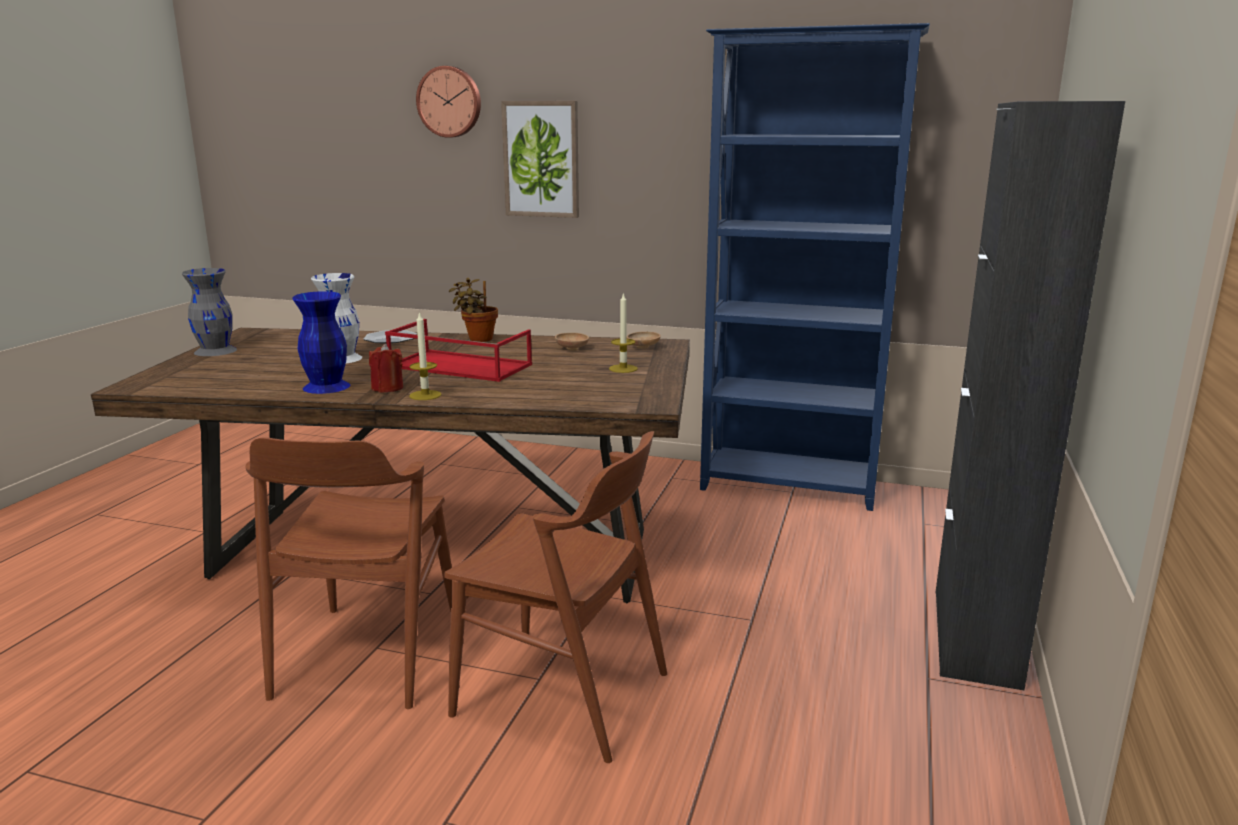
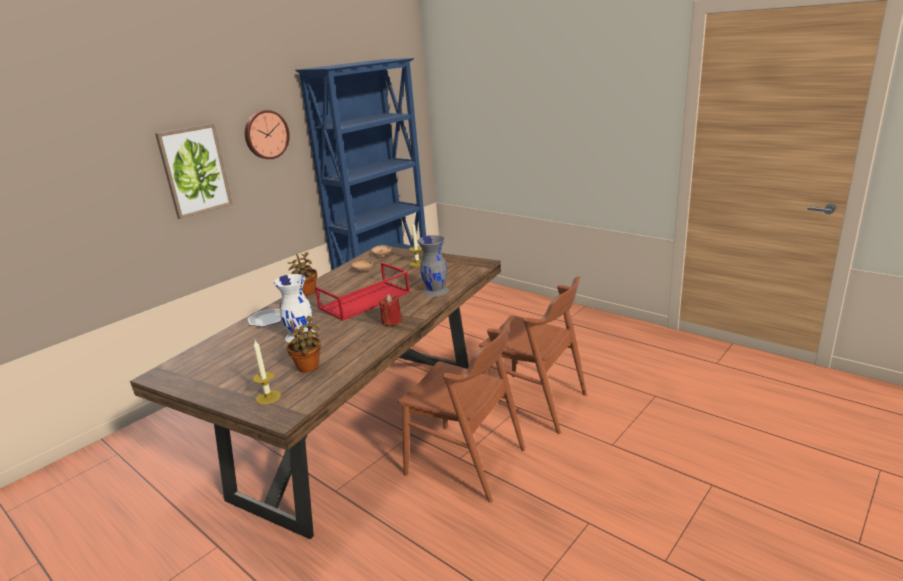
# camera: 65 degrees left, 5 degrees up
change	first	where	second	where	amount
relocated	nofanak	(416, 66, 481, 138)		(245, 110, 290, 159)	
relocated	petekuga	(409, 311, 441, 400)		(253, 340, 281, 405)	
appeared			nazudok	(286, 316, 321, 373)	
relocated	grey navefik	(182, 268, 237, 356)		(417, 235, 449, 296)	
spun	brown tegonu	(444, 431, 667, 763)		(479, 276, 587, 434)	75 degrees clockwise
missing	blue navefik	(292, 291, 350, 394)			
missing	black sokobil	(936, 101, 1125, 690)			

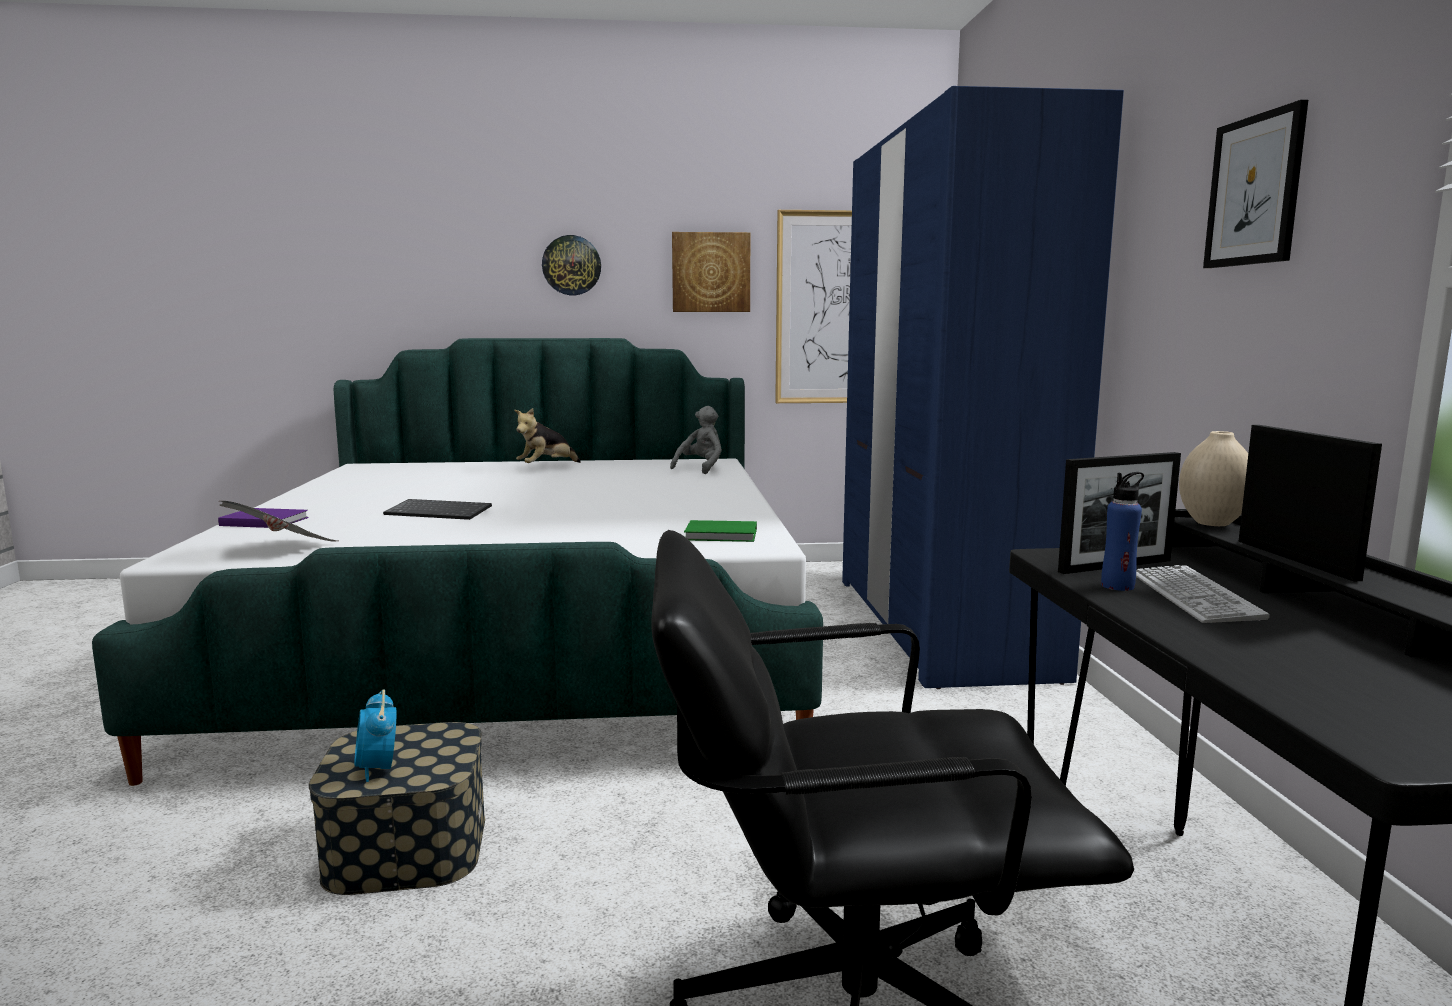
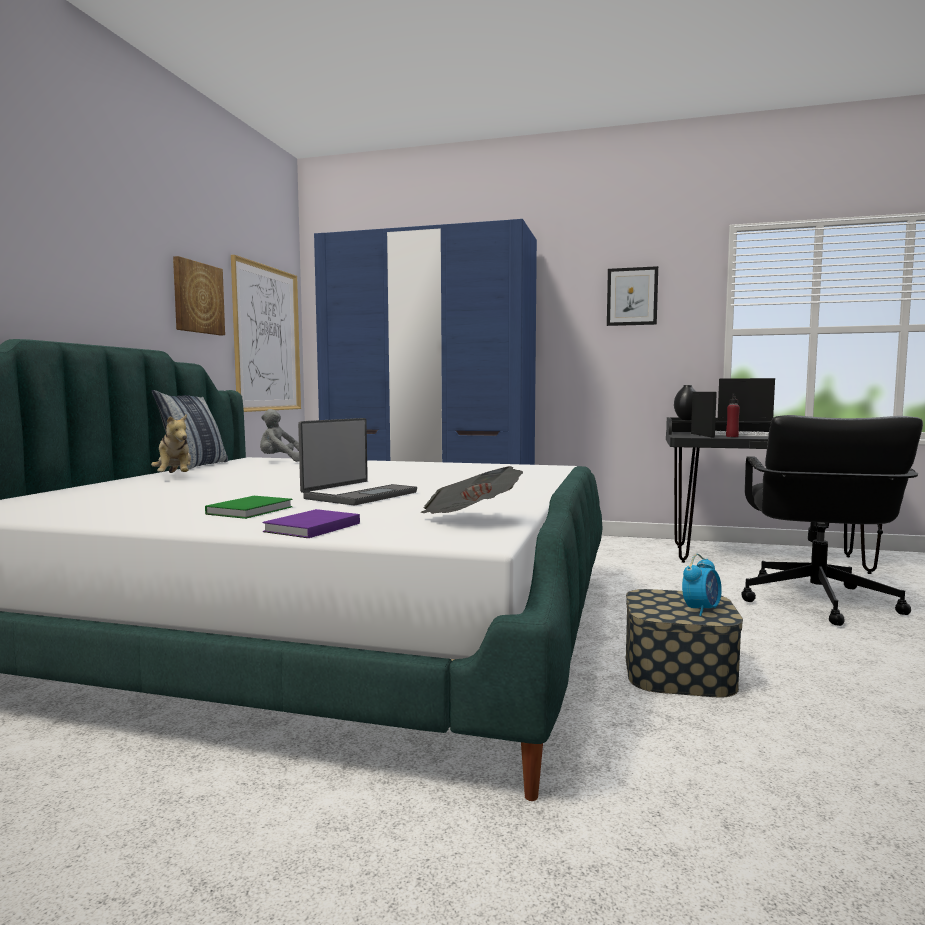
# camera: 70 degrees left, 5 degrees down
change	first	where	second	where	amount
appeared			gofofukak	(151, 390, 228, 469)	
relocated	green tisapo	(684, 520, 757, 542)		(205, 496, 293, 519)	
spun	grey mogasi	(670, 406, 722, 474)		(260, 409, 299, 462)	45 degrees counterclockwise
exchanged	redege	(383, 499, 492, 520)	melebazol	(298, 418, 417, 505)	
colour	beige navefik	(1179, 431, 1248, 526)	black navefik	(674, 385, 697, 420)	
spun	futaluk	(354, 689, 396, 782)		(682, 554, 722, 616)	45 degrees counterclockwise
colour	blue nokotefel	(1101, 472, 1144, 591)	red nokotefel	(726, 394, 740, 437)	
missing	nofanak	(542, 235, 601, 295)			

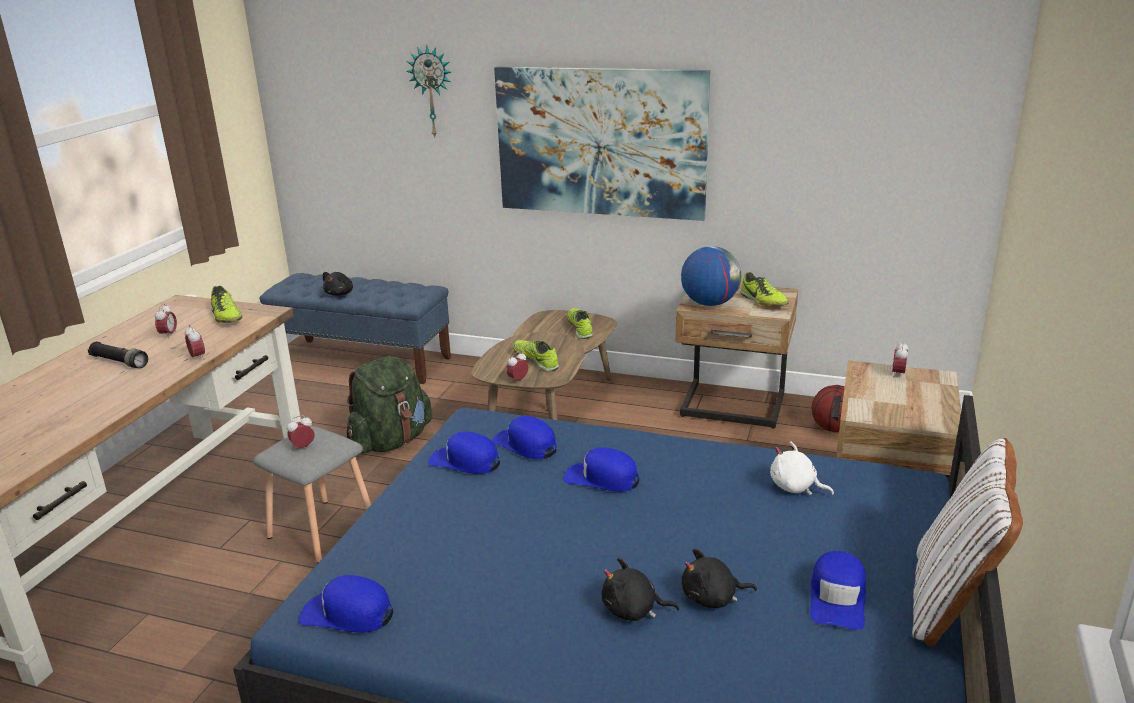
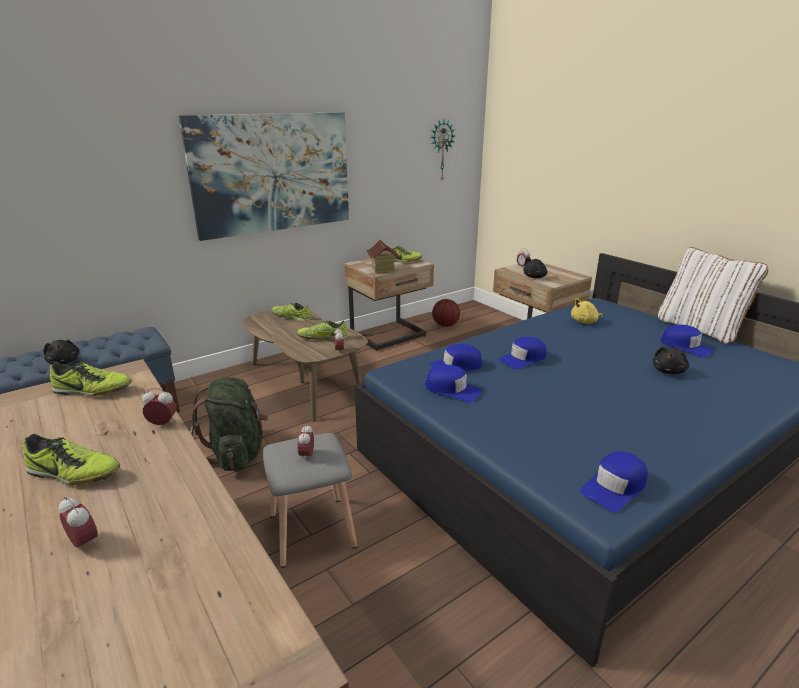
# camera: 55 degrees left, 0 degrees up
change	first	where	second	where	amount
exchanged	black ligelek	(88, 342, 148, 368)	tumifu	(23, 434, 120, 485)	
relocated	futaluk	(155, 303, 177, 339)		(58, 496, 98, 548)	
exchanged	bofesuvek	(681, 246, 741, 306)	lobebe	(366, 240, 400, 273)	
spun	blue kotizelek	(428, 431, 500, 474)		(425, 365, 482, 403)	120 degrees counterclockwise
relocated	nofanak	(406, 45, 451, 137)		(431, 120, 455, 180)	
relocated	black mogasi	(602, 558, 680, 621)		(523, 257, 548, 278)	
colour	white mogasi	(770, 441, 834, 495)	yellow mogasi	(571, 298, 603, 324)	

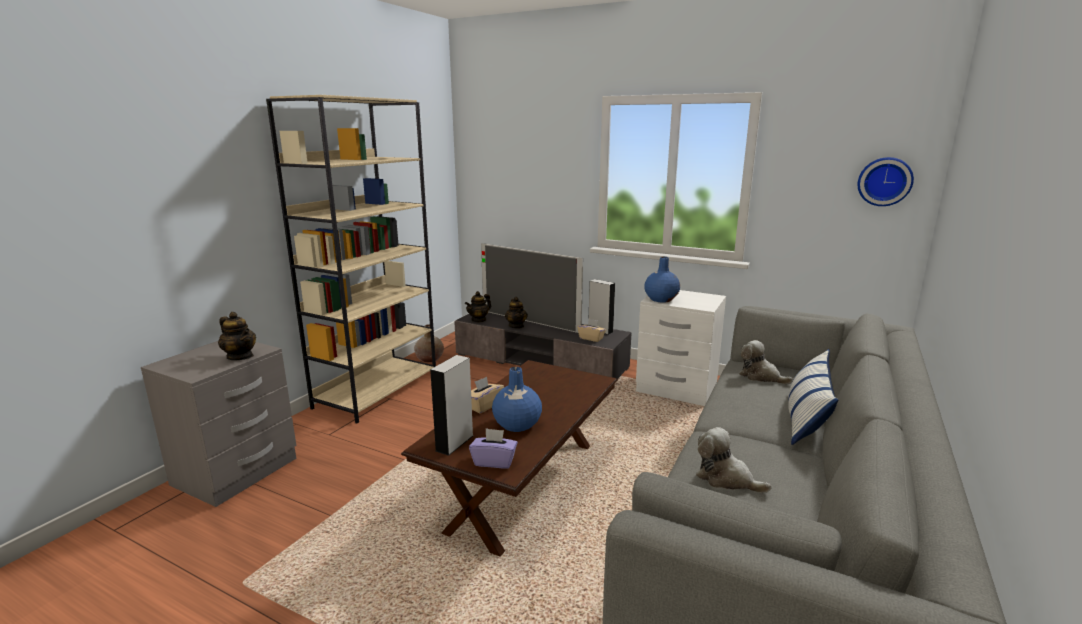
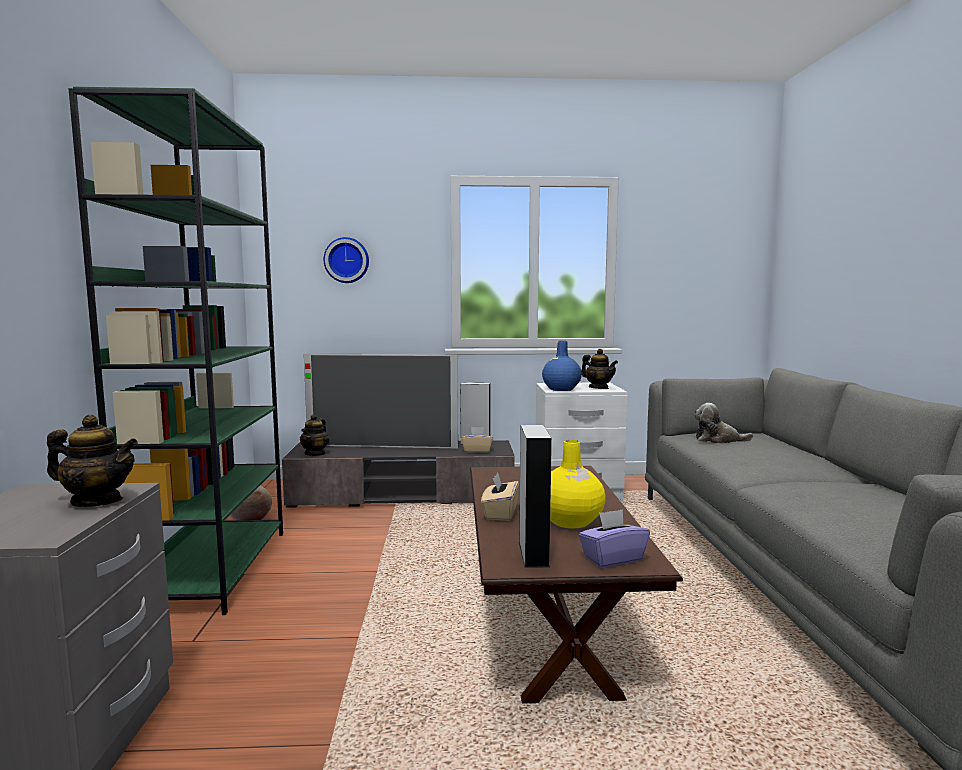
# camera: 30 degrees left, 10 degrees down
change	first	where	second	where	amount
colour	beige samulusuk	(266, 95, 436, 424)	green samulusuk	(69, 87, 283, 615)	
relocated	nofanak	(858, 157, 914, 206)		(324, 237, 369, 283)	
colour	blue navefik	(492, 367, 542, 432)	yellow navefik	(550, 440, 605, 528)	
relocated	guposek	(505, 297, 528, 329)		(581, 349, 618, 389)	
missing	mogasi	(696, 427, 771, 493)			
missing	gofofukak	(788, 349, 838, 445)			

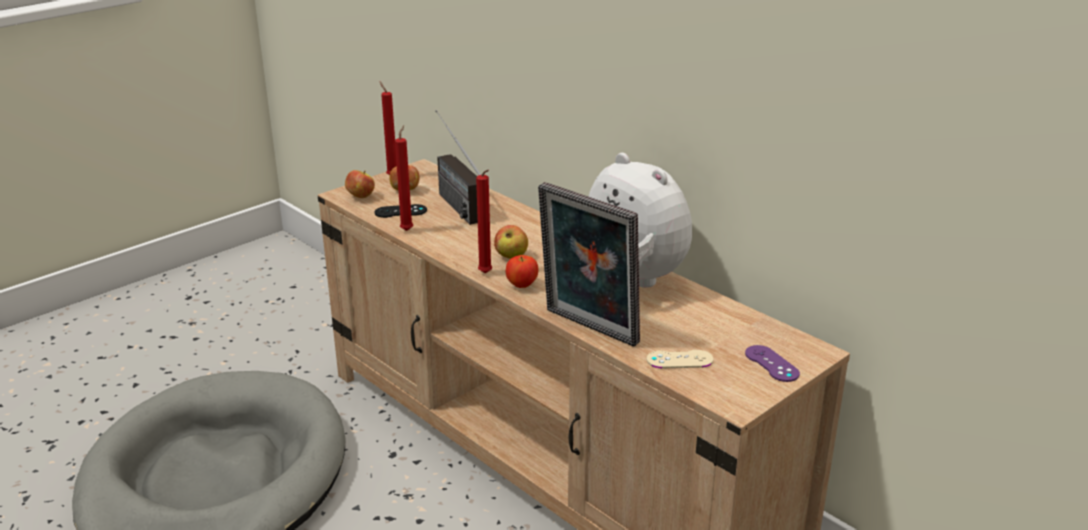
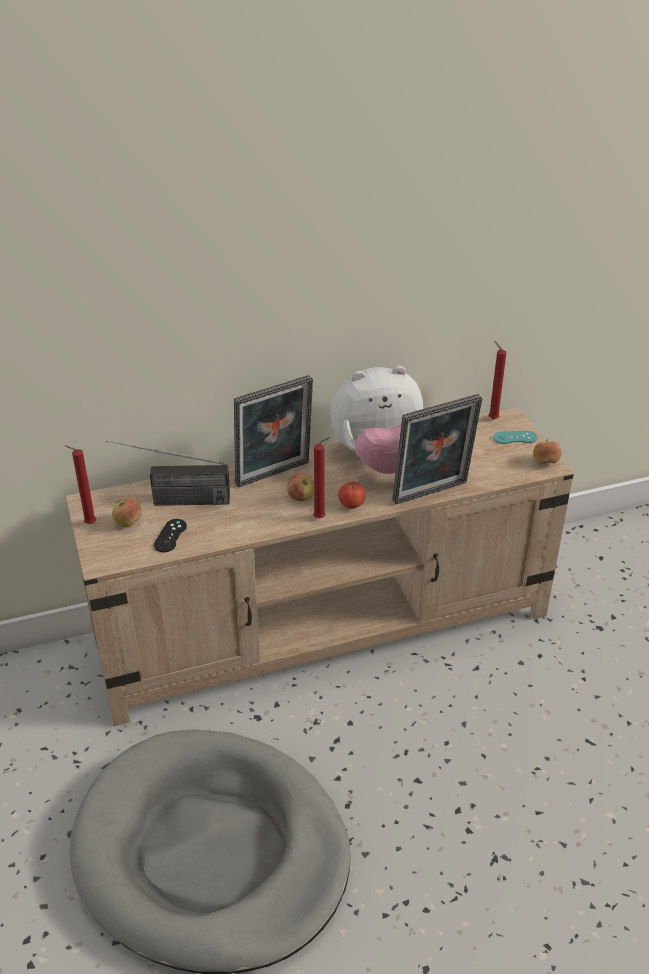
# camera: 65 degrees left, 10 degrees up
change	first	where	second	where	amount
appeared			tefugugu	(234, 375, 313, 487)	
relocated	red petekuga	(395, 125, 413, 231)		(489, 341, 506, 420)	
colour	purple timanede	(745, 345, 800, 382)	turquoise timanede	(493, 431, 538, 444)	
relocated	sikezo	(345, 170, 375, 198)		(533, 439, 562, 464)	
missing	beige timanede	(646, 350, 713, 369)			

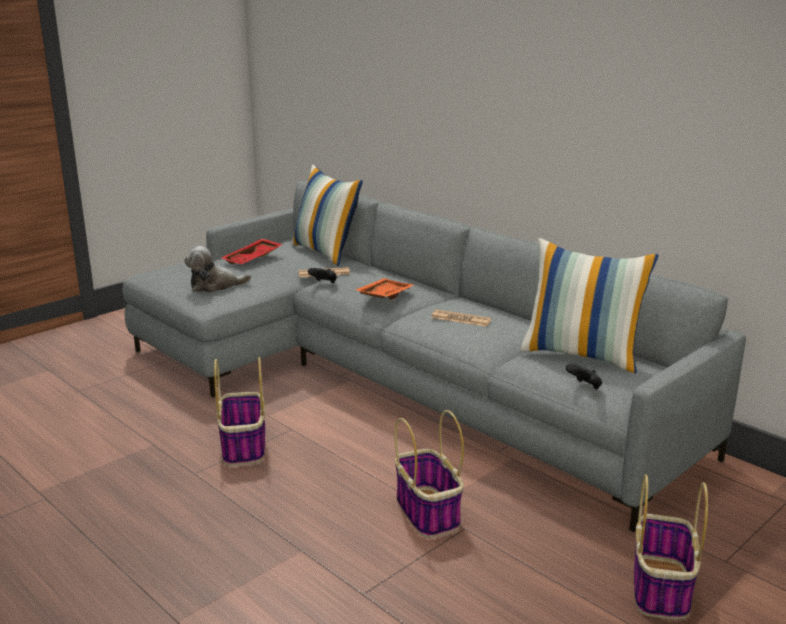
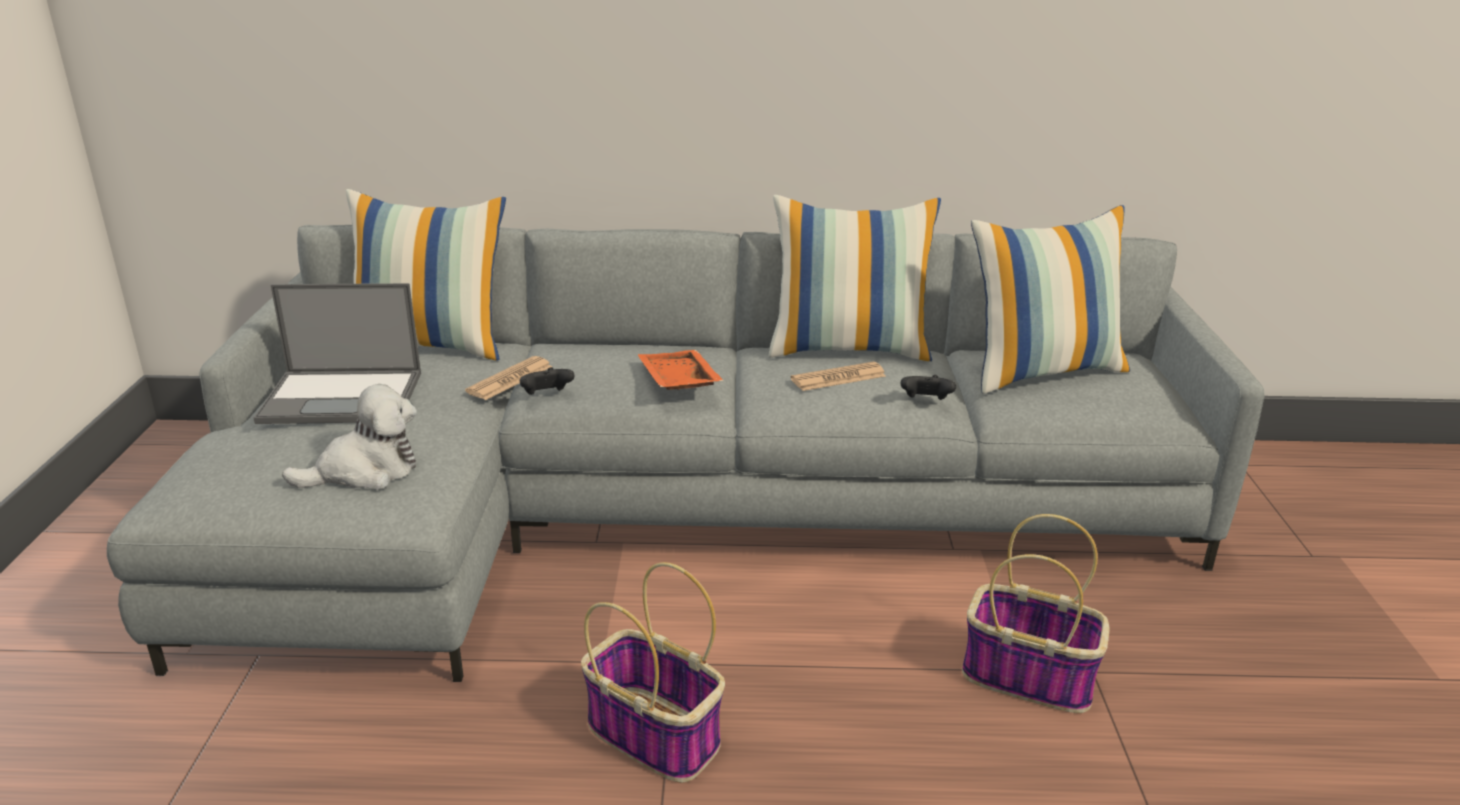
# camera: 45 degrees left, 5 degrees up
change	first	where	second	where	amount
exchanged	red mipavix	(222, 239, 283, 264)	melebazol	(254, 283, 421, 424)	
spun	mogasi	(184, 246, 251, 292)		(282, 384, 417, 490)	150 degrees counterclockwise
appeared			gofofukak	(769, 195, 941, 361)	
relocated	black timanede	(566, 364, 602, 389)		(900, 375, 956, 400)	
missing	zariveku	(634, 474, 708, 619)			

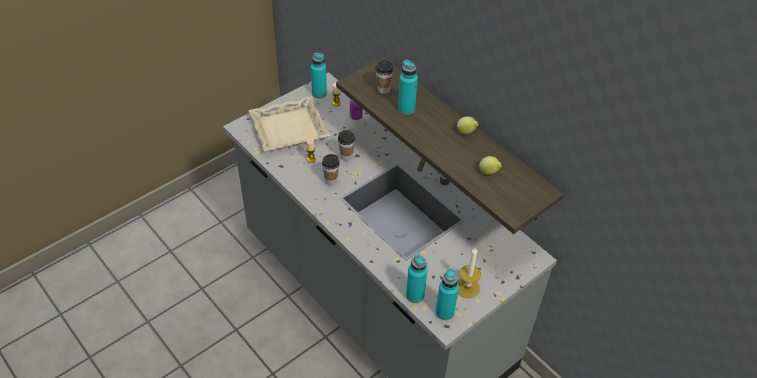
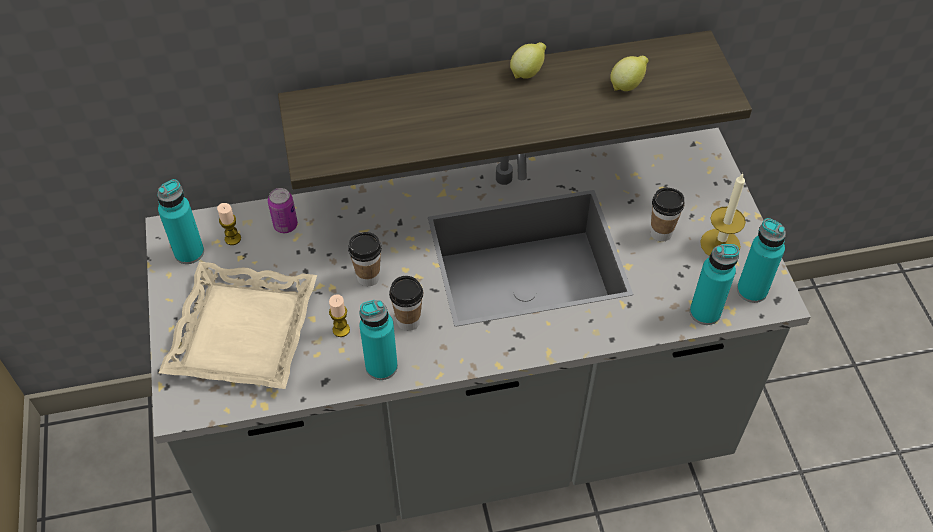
# camera: 60 degrees left, 5 degrees up
change	first	where	second	where	amount
relocated	turquoise nokotefel	(398, 60, 418, 115)		(359, 300, 398, 380)	
relocated	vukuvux	(375, 60, 394, 94)		(650, 188, 685, 242)	

